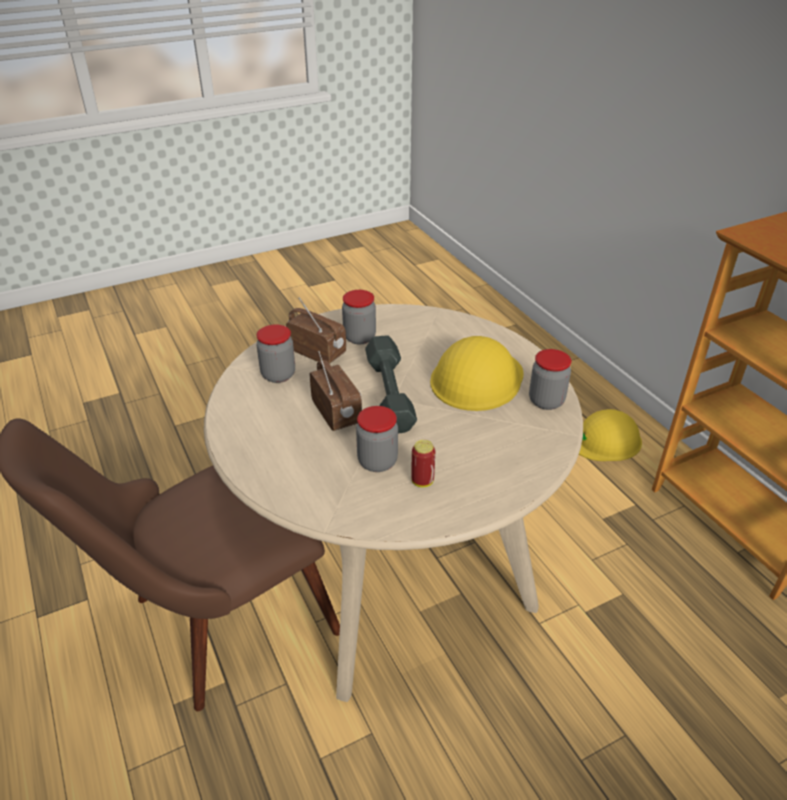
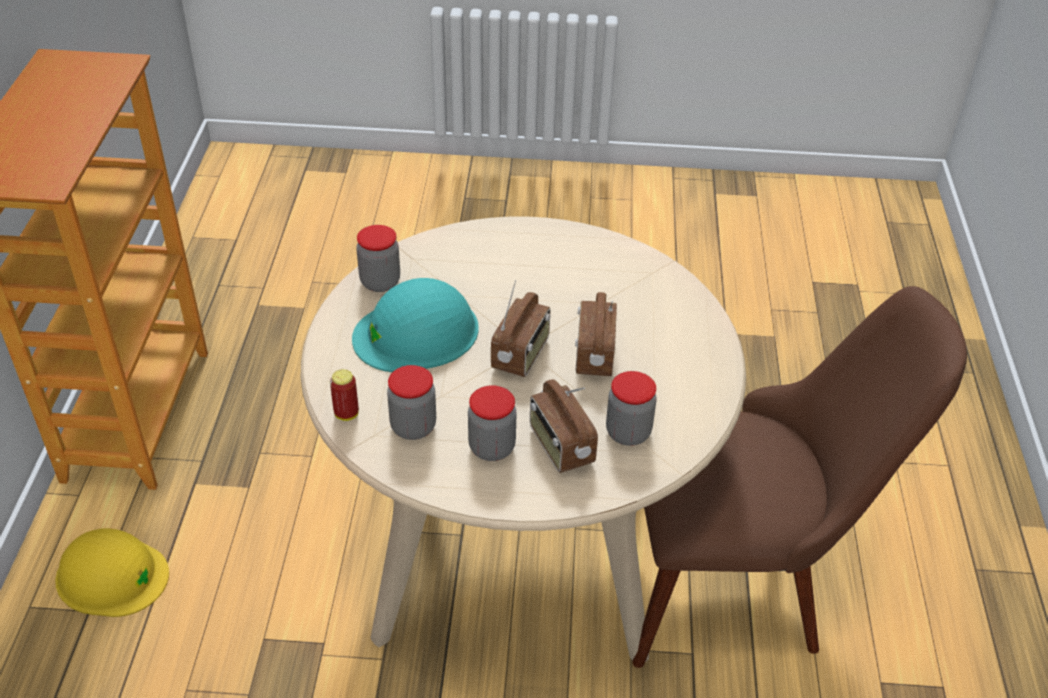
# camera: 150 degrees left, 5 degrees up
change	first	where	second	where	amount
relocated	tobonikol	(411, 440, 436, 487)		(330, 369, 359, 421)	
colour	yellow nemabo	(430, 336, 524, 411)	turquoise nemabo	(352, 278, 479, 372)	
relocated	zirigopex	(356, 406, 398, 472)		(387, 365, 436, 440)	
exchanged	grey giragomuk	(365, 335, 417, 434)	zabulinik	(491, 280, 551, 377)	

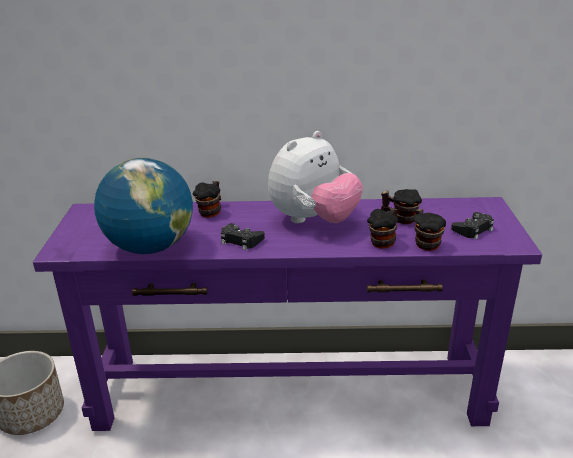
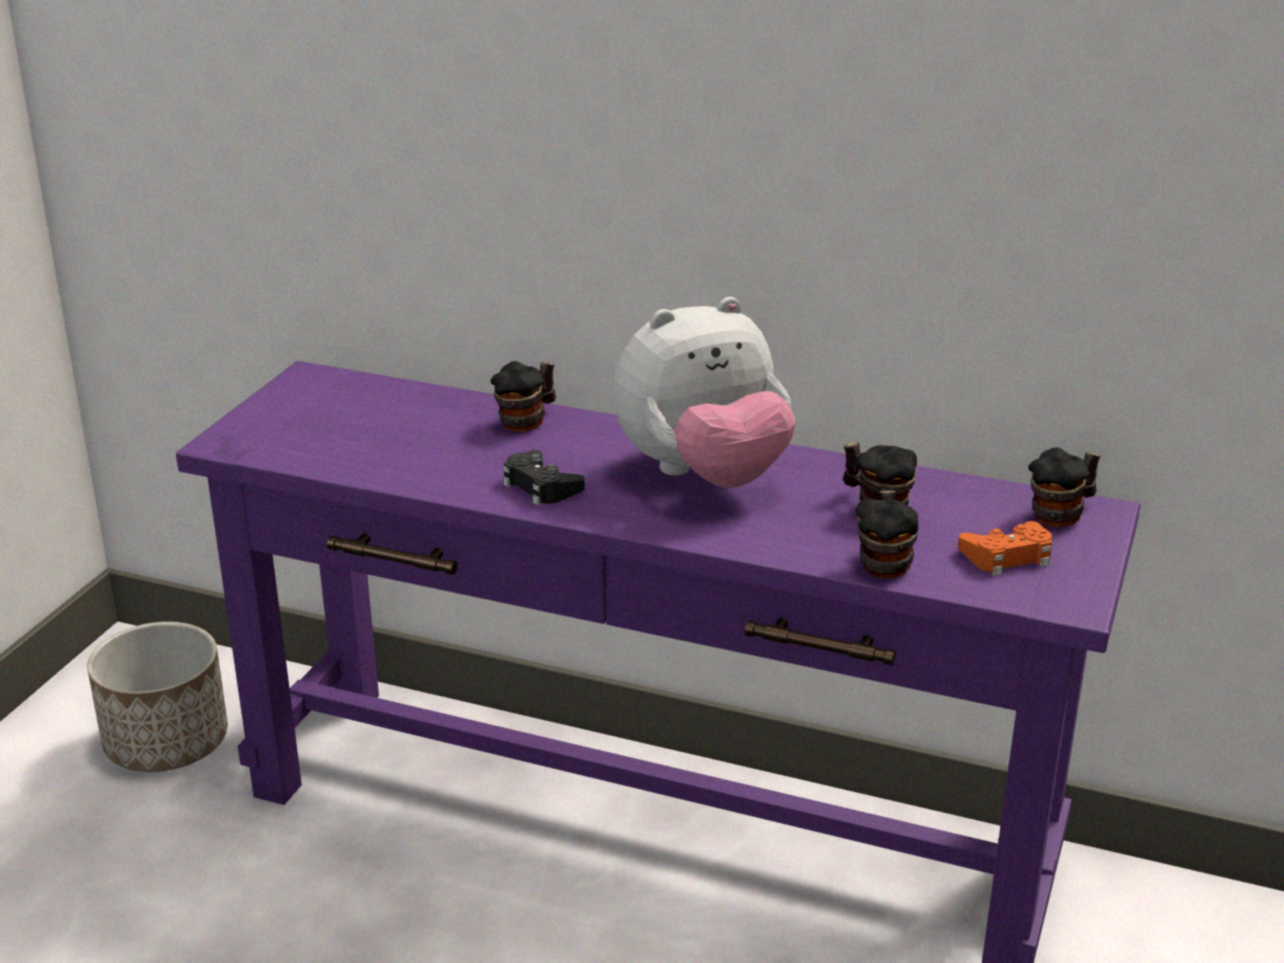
# camera: 20 degrees right, 0 degrees up
change	first	where	second	where	amount
colour	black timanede	(451, 212, 494, 240)	orange timanede	(958, 521, 1052, 576)	
relocated	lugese	(367, 208, 398, 249)		(1028, 447, 1100, 527)	
missing	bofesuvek	(94, 158, 193, 254)			

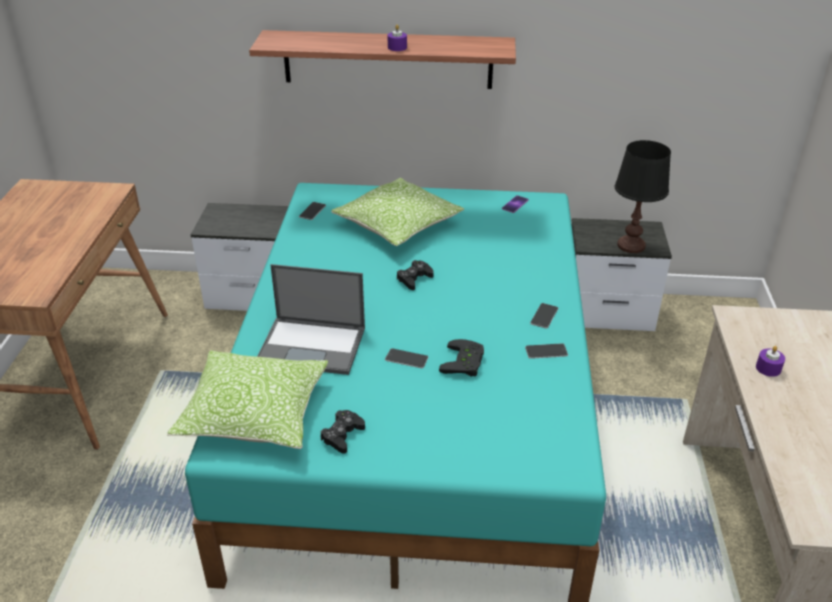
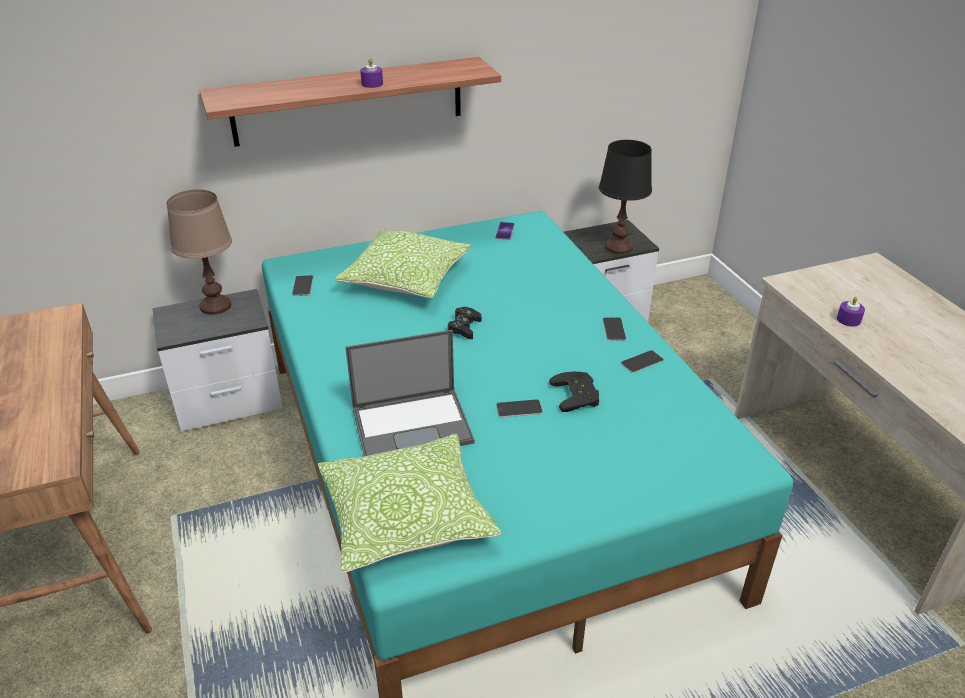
# camera: 25 degrees left, 0 degrees up
change	first	where	second	where	amount
appeared			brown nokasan	(166, 189, 232, 315)	
missing	black timanede	(320, 410, 365, 454)			

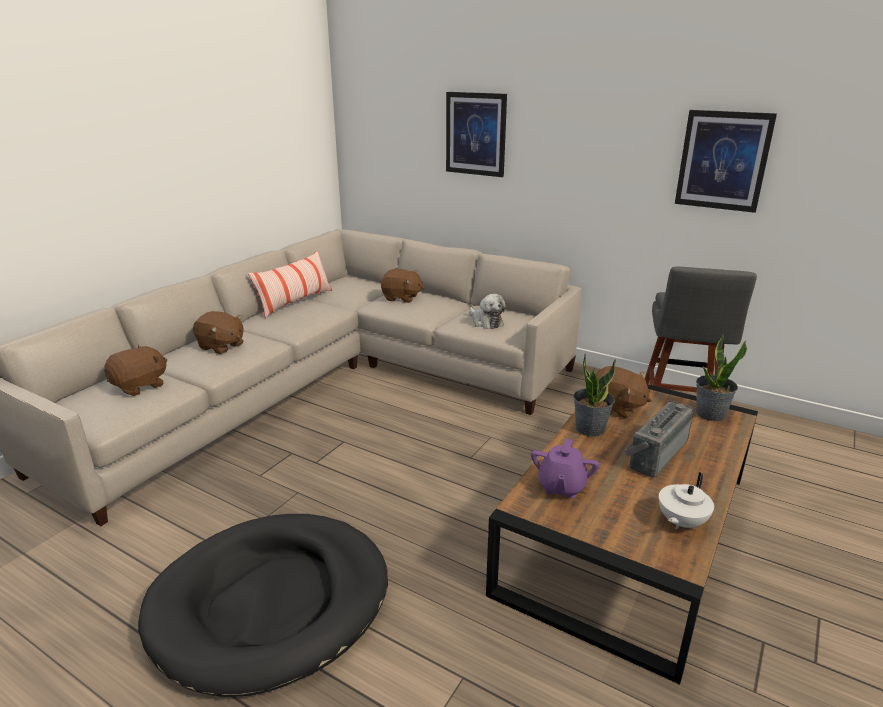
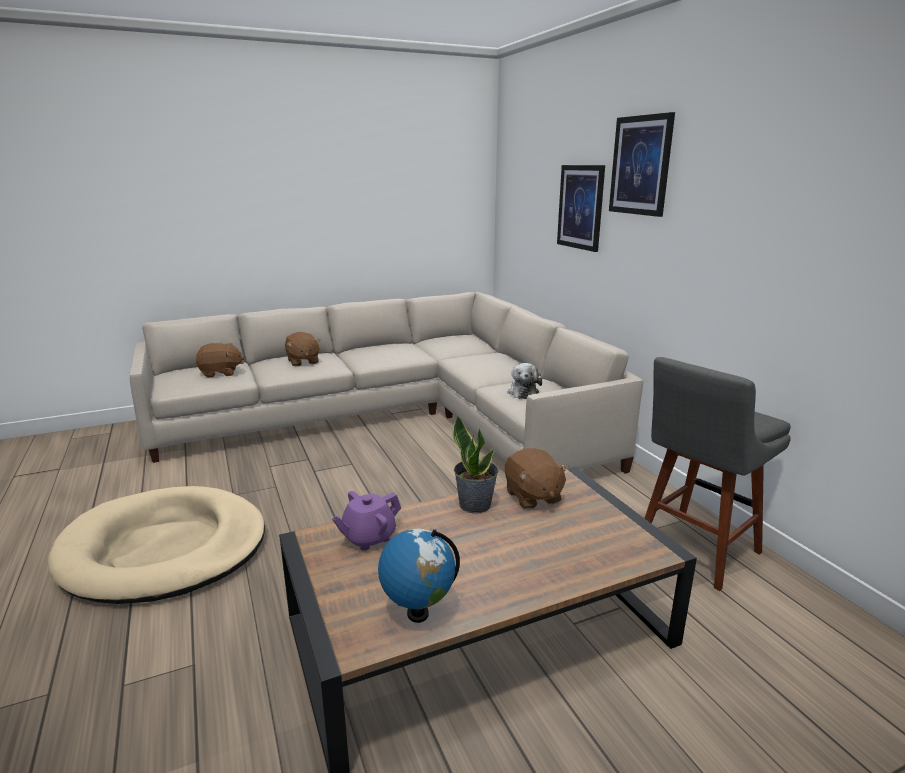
# camera: 35 degrees right, 5 degrees down
change	first	where	second	where	amount
colour	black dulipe	(138, 514, 388, 697)	beige dulipe	(48, 486, 265, 604)	
exchanged	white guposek	(658, 472, 714, 530)	bofesuvek	(378, 528, 460, 623)	
relocated	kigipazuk	(675, 110, 777, 213)		(609, 112, 675, 217)	
missing	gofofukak	(248, 251, 332, 318)			
missing	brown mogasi	(381, 269, 424, 303)			
missing	zabulinik	(624, 401, 693, 478)			
missing	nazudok	(696, 333, 747, 421)			

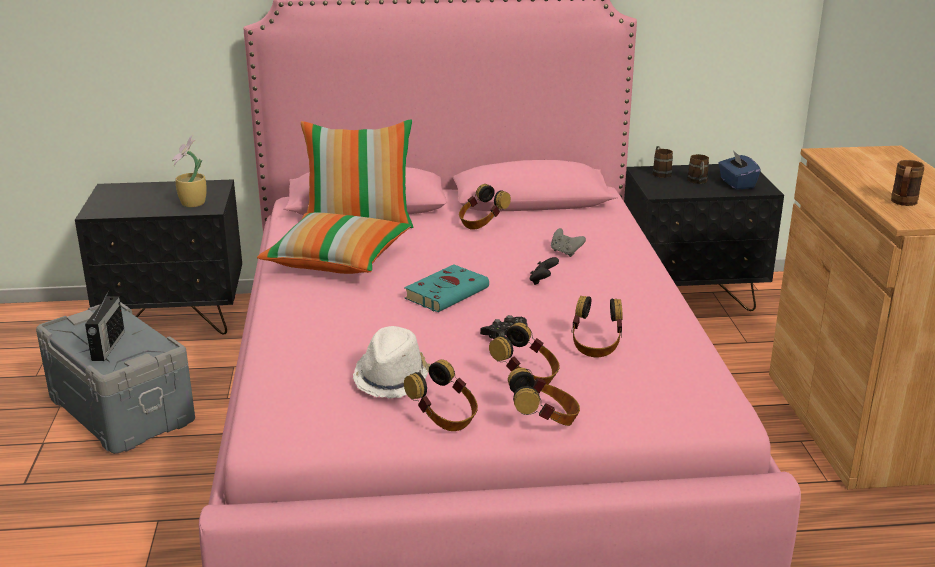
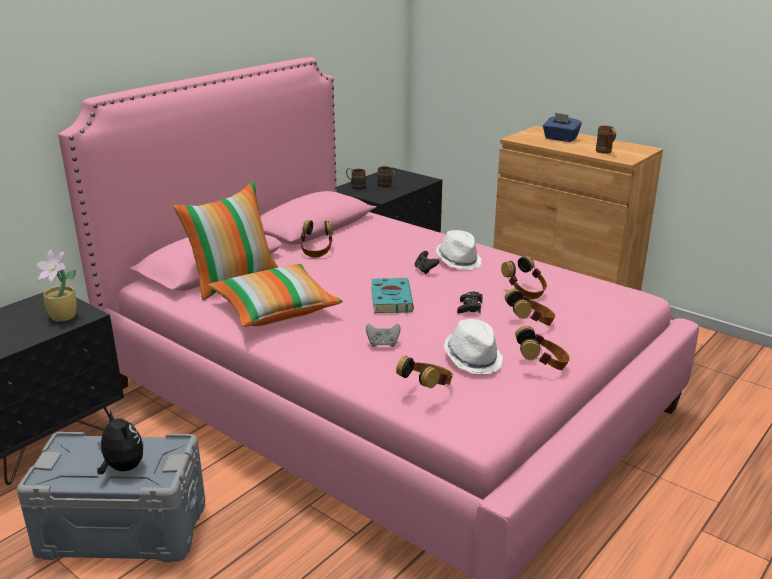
# camera: 45 degrees left, 0 degrees up
change	first	where	second	where	amount
exchanged	zabulinik	(85, 290, 125, 361)	mogasi	(97, 410, 143, 474)	
relocated	grey timanede	(551, 228, 586, 257)		(366, 324, 401, 347)	
relocated	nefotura	(508, 368, 580, 426)		(396, 356, 453, 388)	
appeared			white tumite	(436, 230, 482, 270)	
relocated	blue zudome	(718, 150, 761, 190)		(543, 113, 582, 142)	

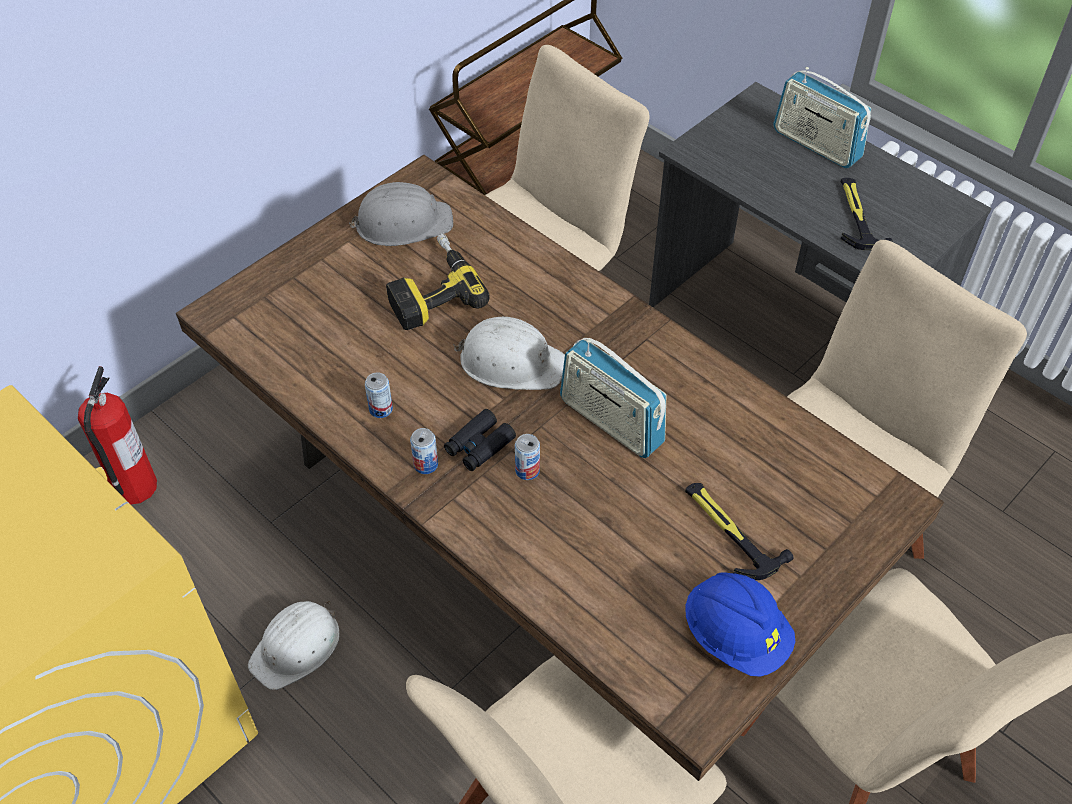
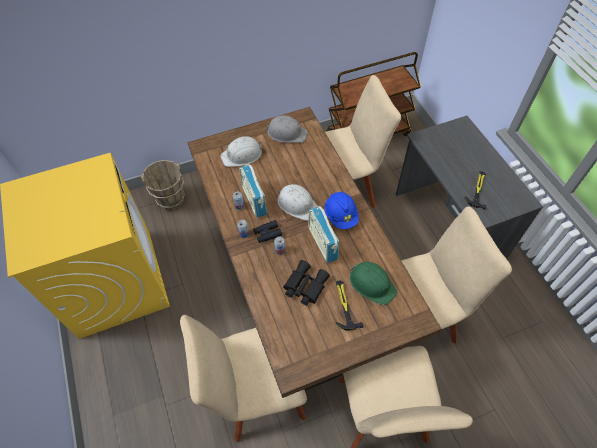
# camera: 25 degrees right, 5 degrees up
change	first	where	second	where	amount
exchanged	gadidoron	(78, 366, 157, 504)	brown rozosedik	(140, 160, 185, 210)	
relocated	white nemabo	(248, 601, 340, 690)		(220, 136, 263, 167)	
relocated	zabulinik	(773, 67, 871, 168)		(239, 164, 267, 218)	
appeared			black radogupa	(283, 260, 330, 306)	
relocated	blue nemabo	(685, 572, 795, 677)		(325, 192, 359, 229)	
appeared			green nemabo	(350, 262, 397, 305)	
missing	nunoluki	(386, 234, 490, 330)			

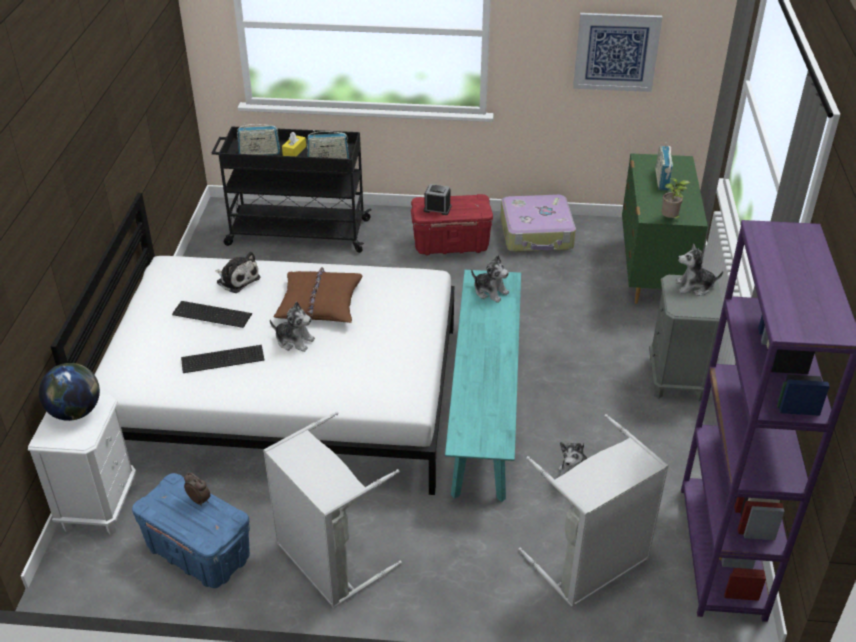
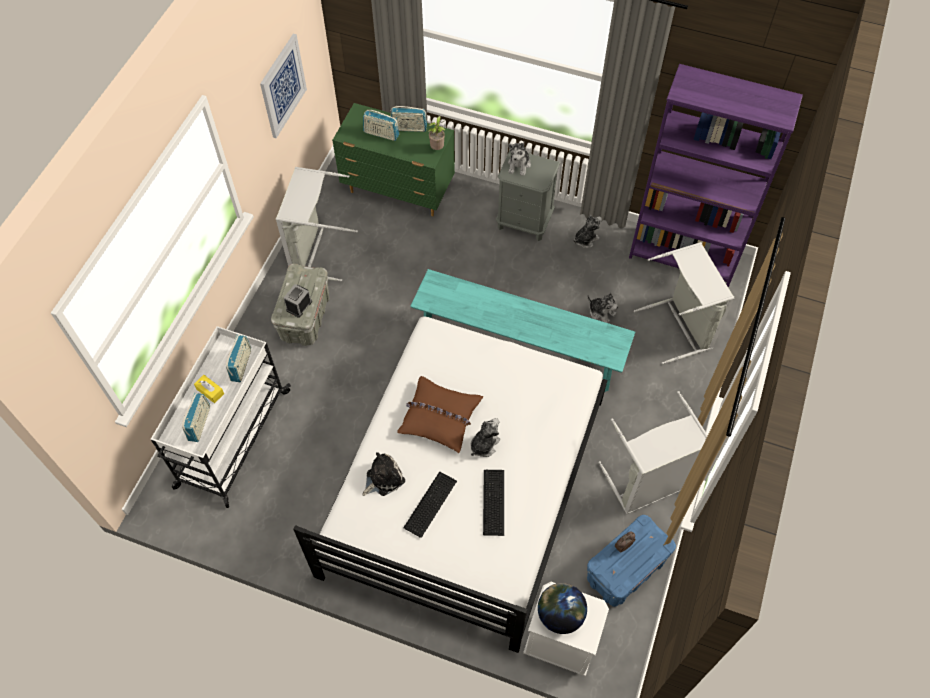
# camera: 75 degrees left, 20 degrees up
change	first	where	second	where	amount
colour	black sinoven	(212, 127, 372, 253)	white sinoven	(150, 326, 291, 508)	
colour	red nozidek	(411, 194, 493, 255)	grey nozidek	(271, 264, 329, 346)	
exchanged	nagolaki	(500, 195, 576, 252)	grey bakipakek	(276, 167, 358, 281)	
appeared			zabulinik	(390, 106, 427, 132)	
relocated	mogasi	(471, 255, 509, 303)		(573, 215, 602, 248)	

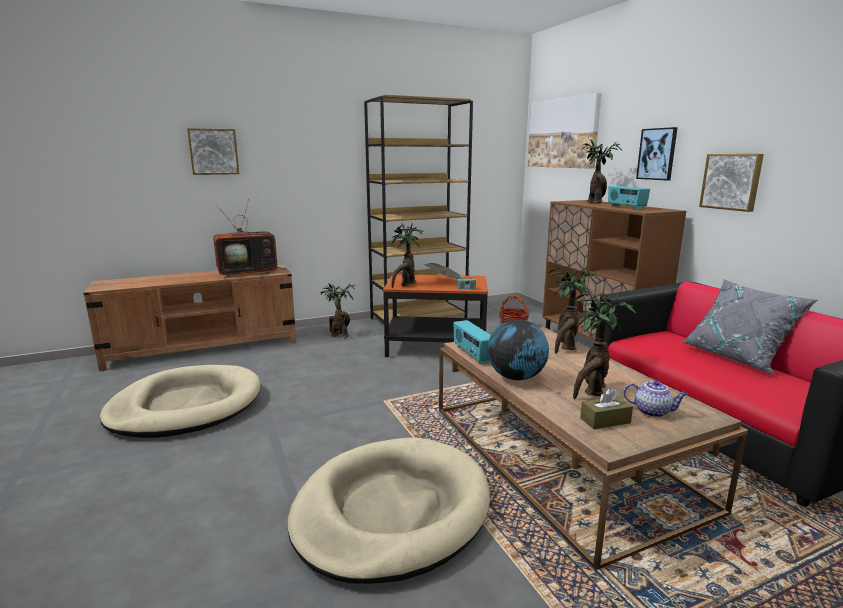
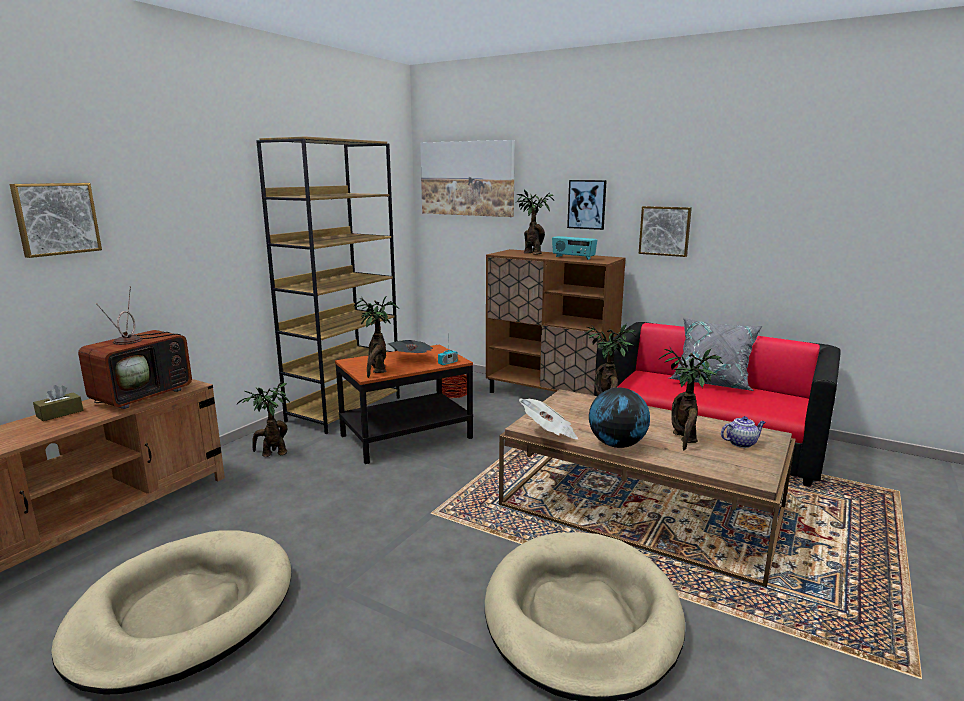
# camera: 35 degrees left, 0 degrees up
change	first	where	second	where	amount
relocated	brown zudome	(580, 387, 633, 429)		(33, 385, 83, 421)	
exchanged	zabulinik	(454, 320, 491, 364)	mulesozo	(519, 398, 578, 440)	

